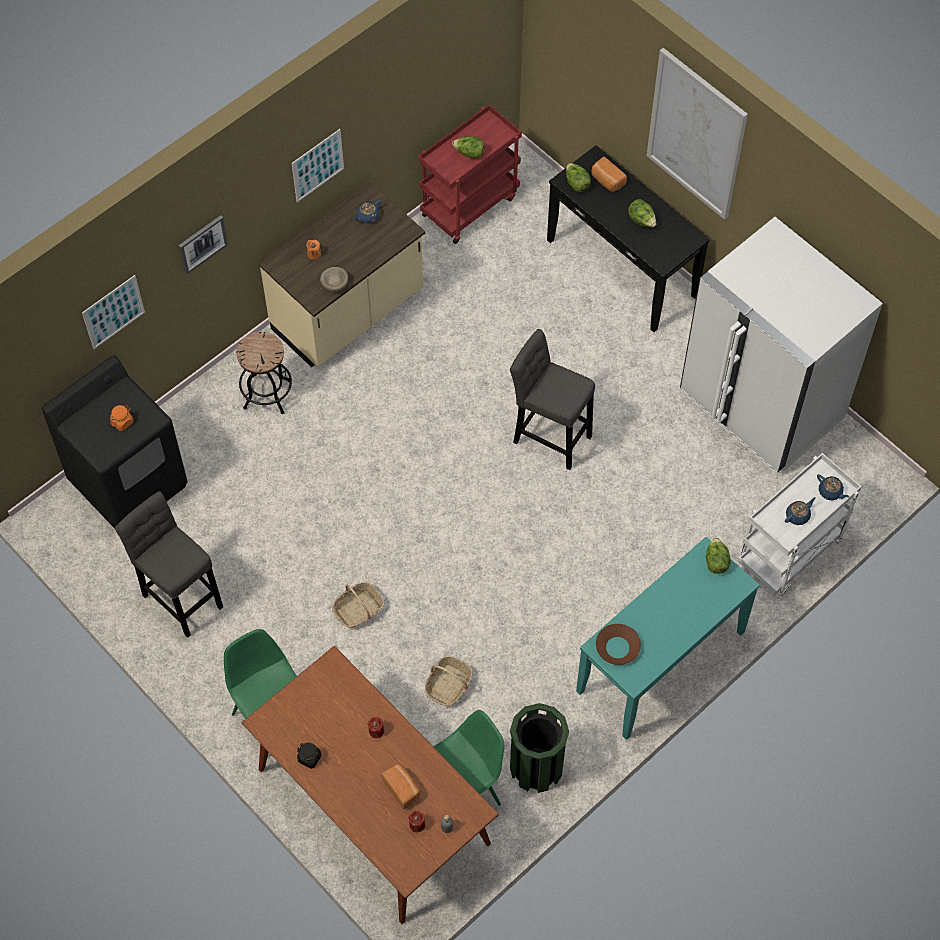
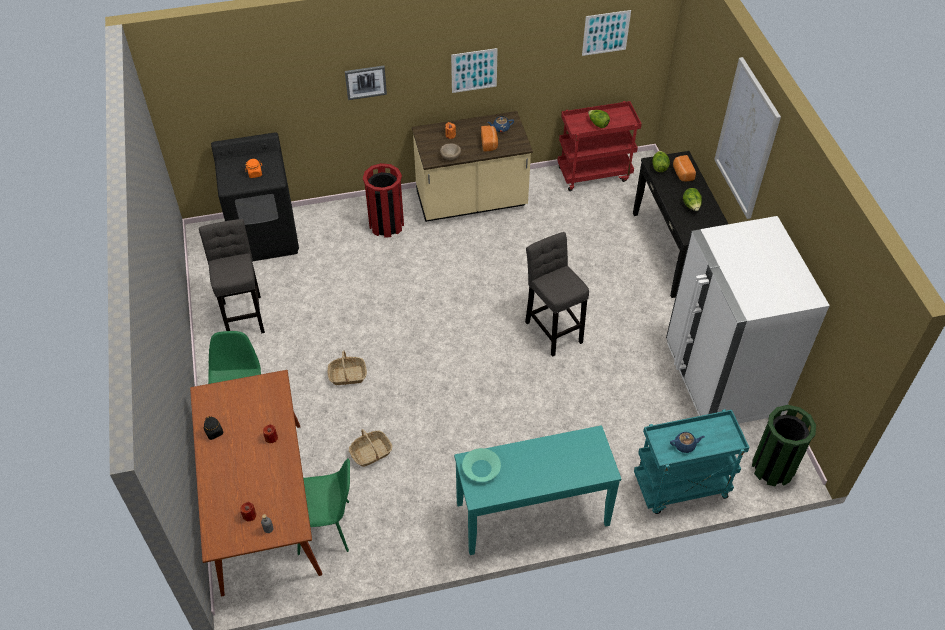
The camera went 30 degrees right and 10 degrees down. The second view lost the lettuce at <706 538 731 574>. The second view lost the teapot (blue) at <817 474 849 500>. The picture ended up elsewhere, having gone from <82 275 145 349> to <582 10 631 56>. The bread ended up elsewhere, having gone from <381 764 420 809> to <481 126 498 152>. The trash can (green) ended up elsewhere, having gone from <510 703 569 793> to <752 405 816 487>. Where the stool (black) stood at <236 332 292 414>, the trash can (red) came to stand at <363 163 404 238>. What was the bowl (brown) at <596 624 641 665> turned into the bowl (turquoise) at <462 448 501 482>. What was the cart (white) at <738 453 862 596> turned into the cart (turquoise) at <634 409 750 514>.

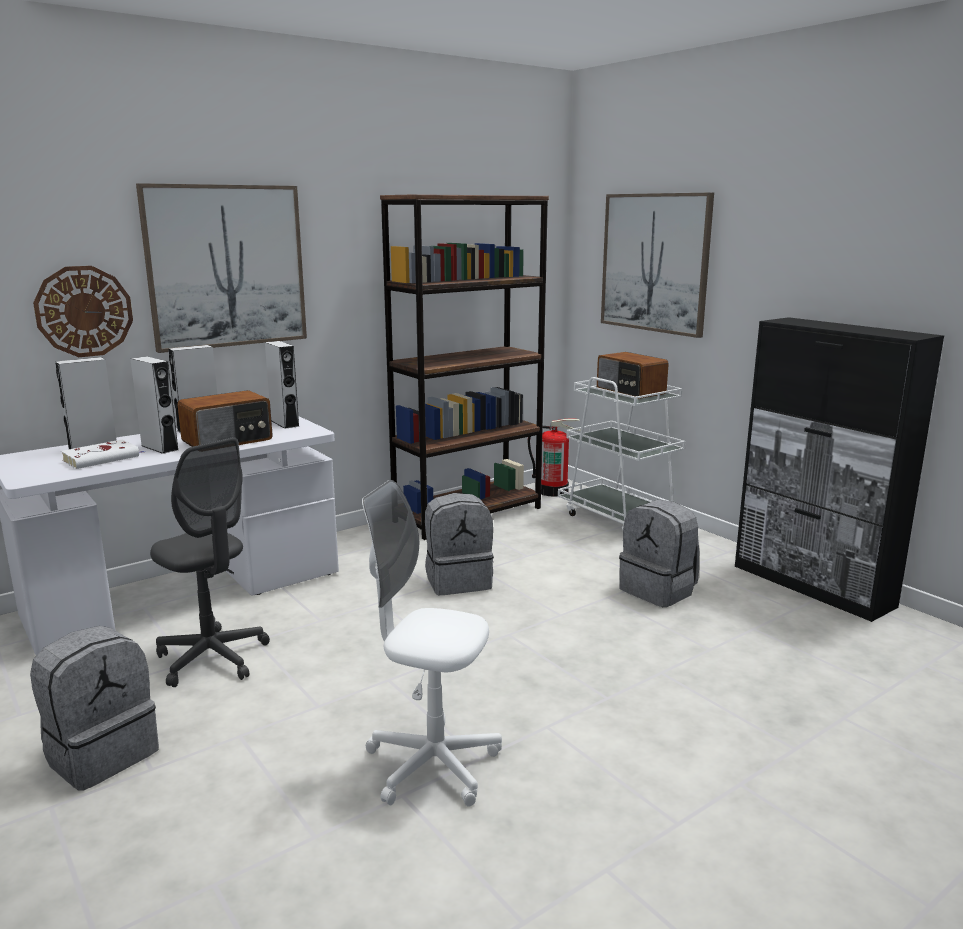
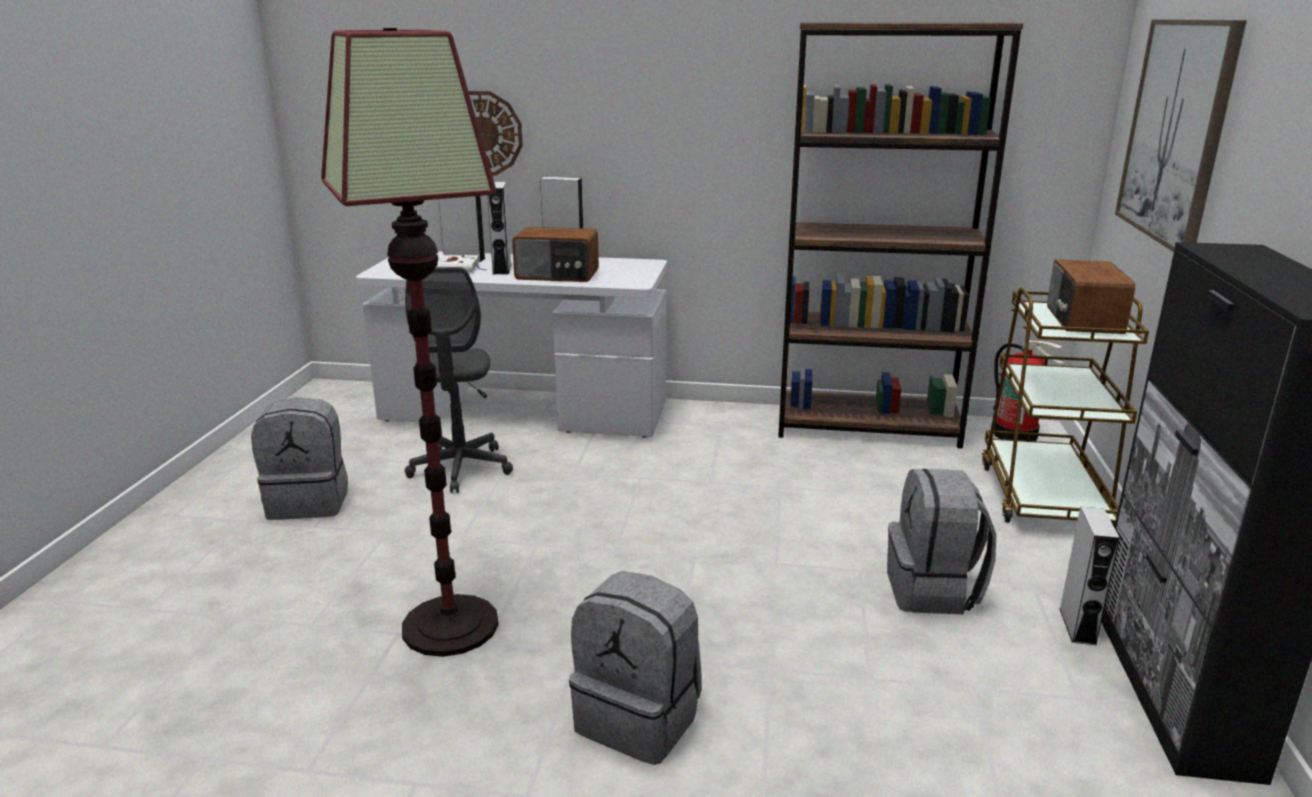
The camera went 45 degrees right and 5 degrees up. The second view lost the picture at <136 183 307 353>. The speaker (grey) ended up elsewhere, having gone from <265 341 300 429> to <1059 507 1120 645>. The backpack (grey) ended up elsewhere, having gone from <425 493 494 595> to <569 571 702 765>. Where the office chair (white) stood at <362 480 502 806>, the floor lamp came to stand at <321 28 499 657>. What was the cart (white) at <558 377 689 530> turned into the cart (brown) at <982 287 1149 526>.

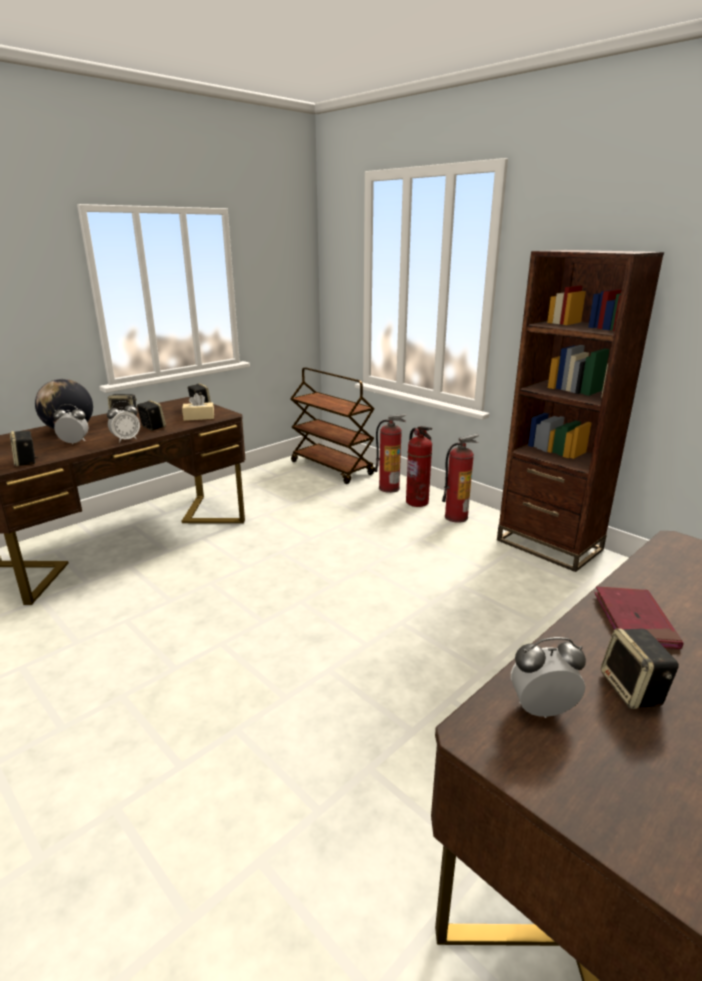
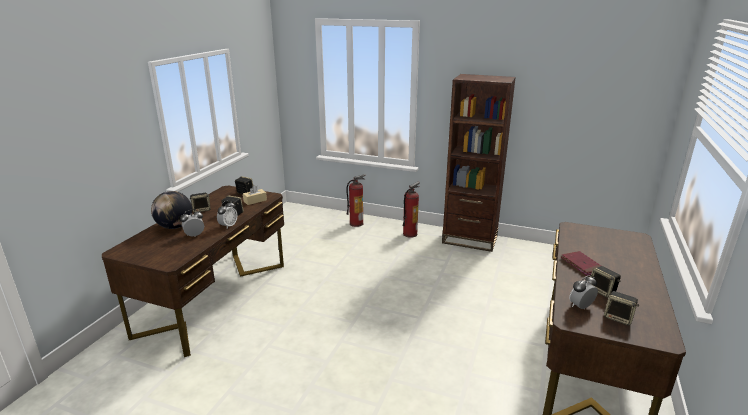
The camera went 25 degrees left and 0 degrees up. The second view lost the cart (brown) at <290 367 375 484>. The second view lost the fire extinguisher at <406 426 432 507>. The speaker ended up elsewhere, having gone from <10 431 39 466> to <604 291 639 326>.

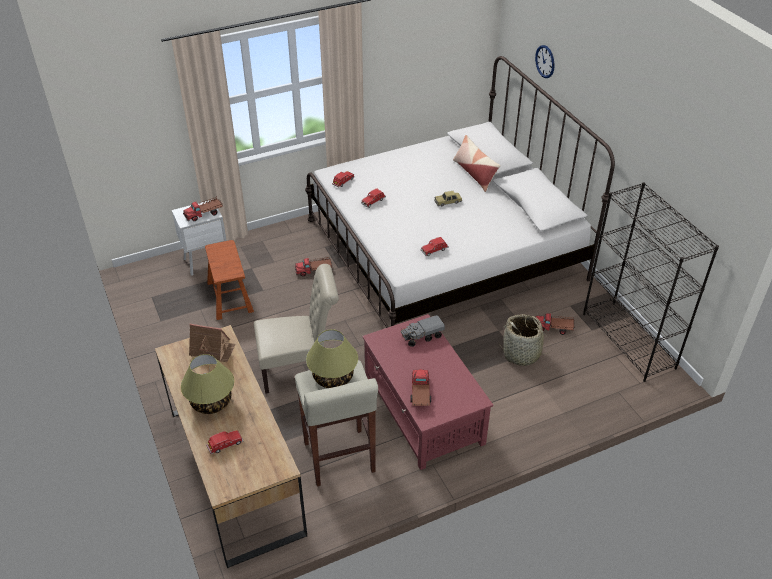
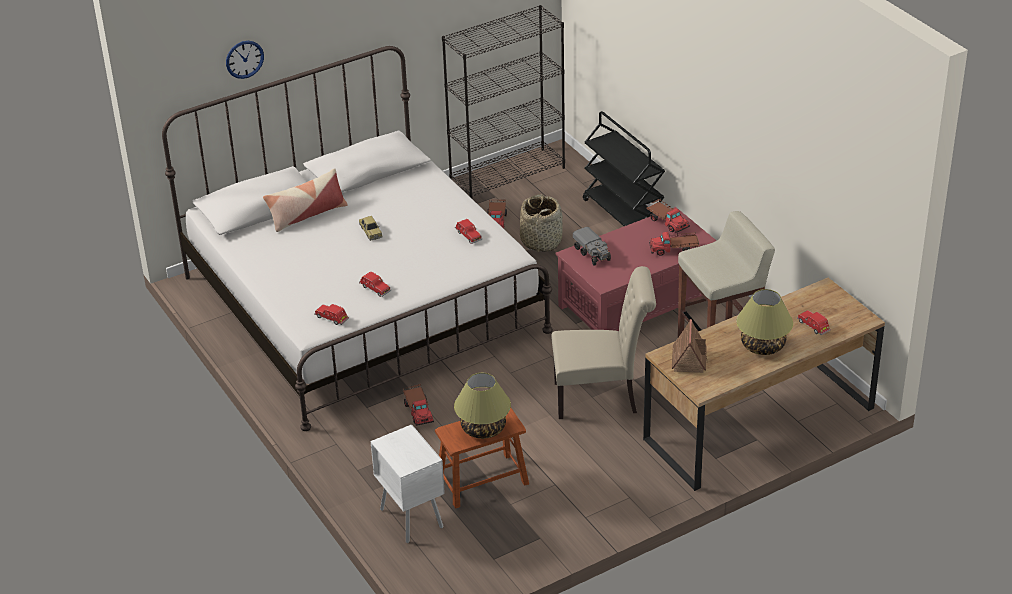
The camera went 95 degrees left and 5 degrees down. The second view gained the cart (black) at <583 111 665 226>. The toy truck ended up elsewhere, having gone from <183 197 223 221> to <646 199 690 233>. The table lamp ended up elsewhere, having gone from <306 329 358 388> to <454 373 511 439>. The chair (beige) at <254 264 339 394> ended up facing another way, 105 degrees clockwise from before.

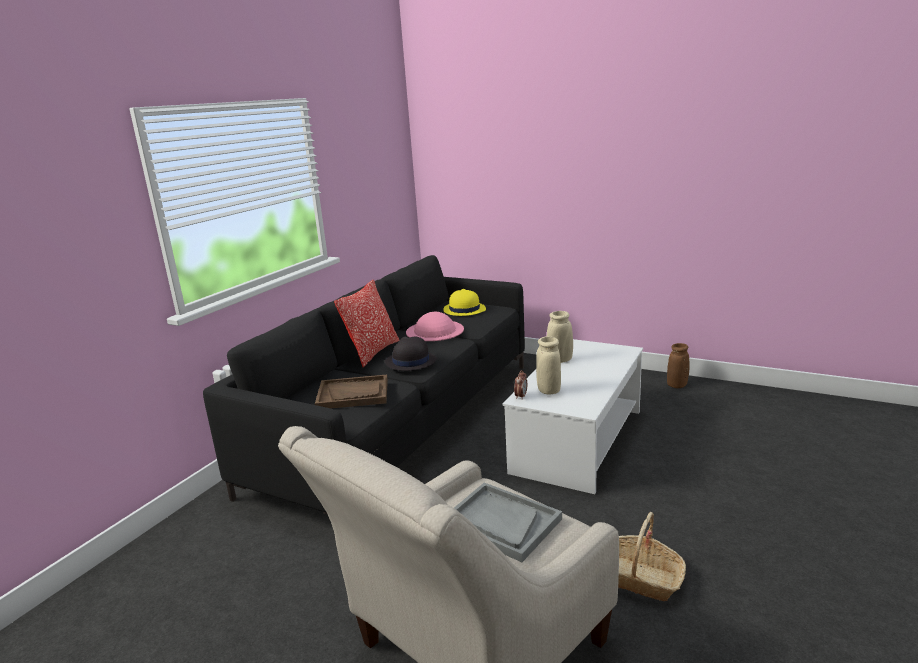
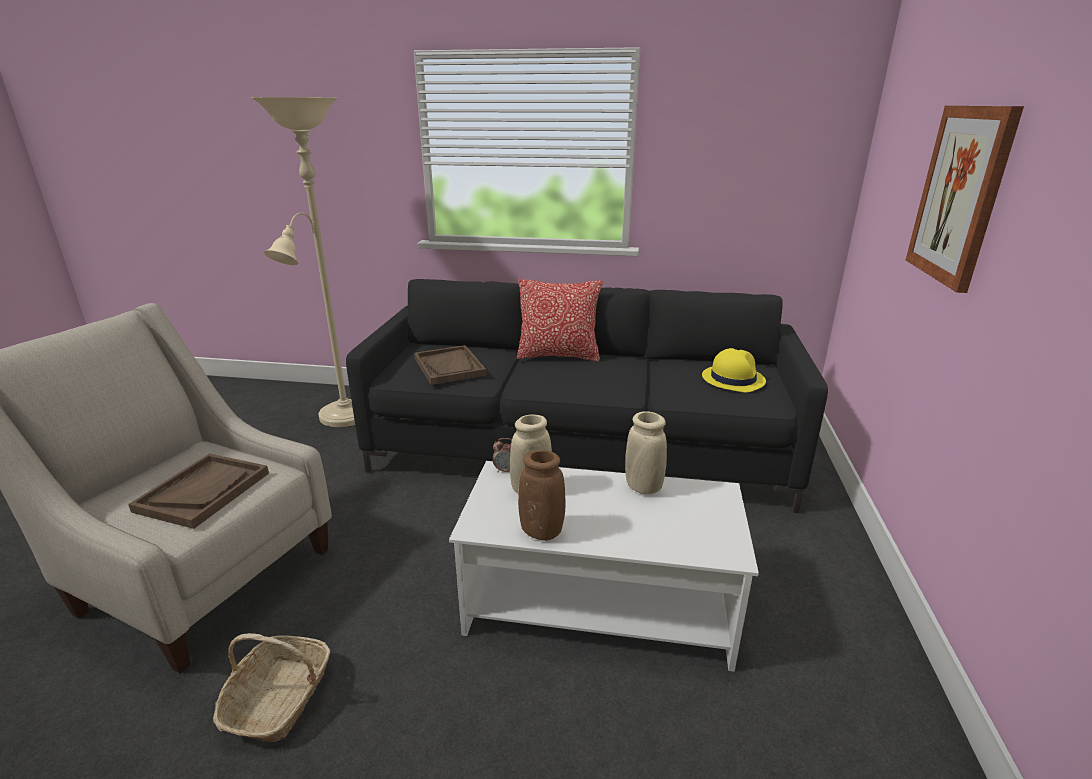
The camera went 70 degrees right and 5 degrees up. The second view lost the hat (black) at <385 337 437 371>. The second view lost the hat (pink) at <406 312 464 341>. The second view gained the floor lamp (beige) at <251 97 355 427>. The second view gained the picture at <906 106 1024 293>. The vase (brown) ended up elsewhere, having gone from <667 343 689 388> to <518 450 565 541>. What was the tray (grey) at <454 483 562 562> turned into the tray (brown) at <128 453 269 529>.

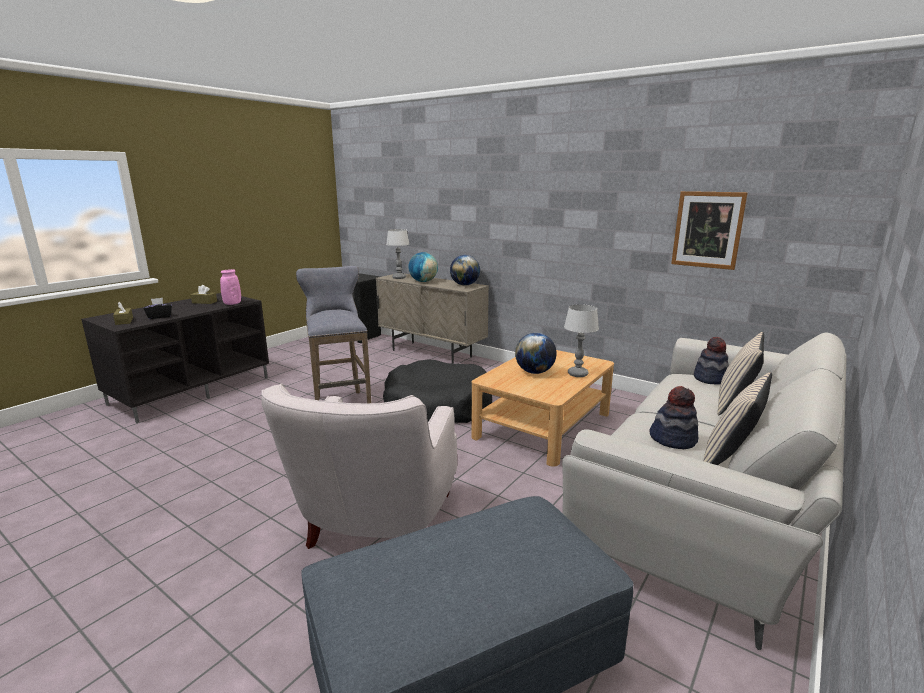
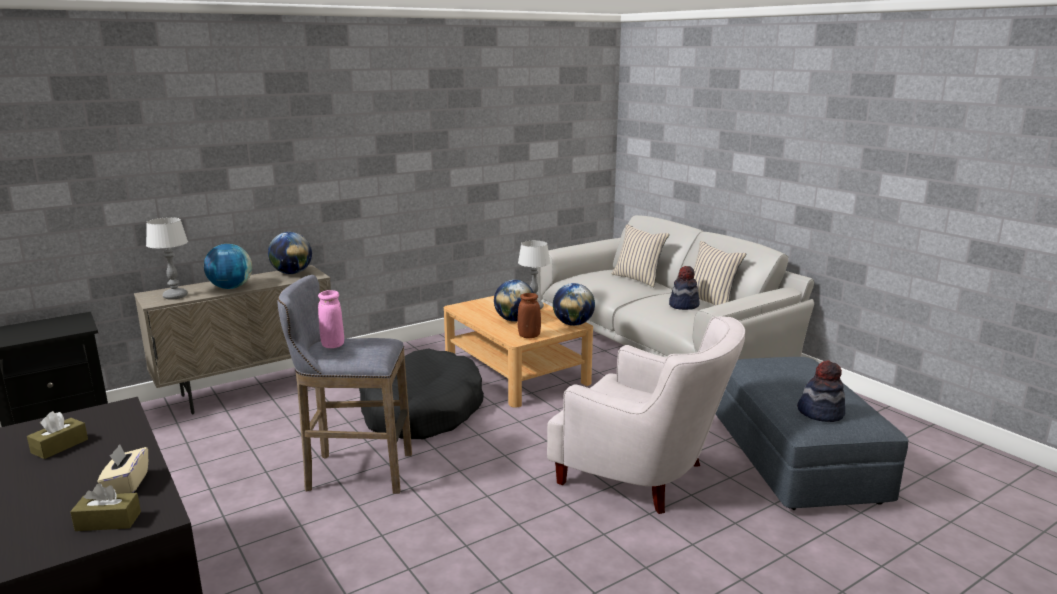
The camera went 70 degrees left and 0 degrees up. The second view lost the picture at <671 191 748 270>. The second view gained the vase (brown) at <517 293 541 338>. The second view gained the globe at <553 283 595 326>. The vase (pink) ended up elsewhere, having gone from <220 269 241 305> to <318 290 344 348>. The hat ended up elsewhere, having gone from <694 337 729 385> to <797 360 845 422>. What was the tissue box (black) at <143 298 172 319> turned into the tissue box (beige) at <98 444 148 494>.

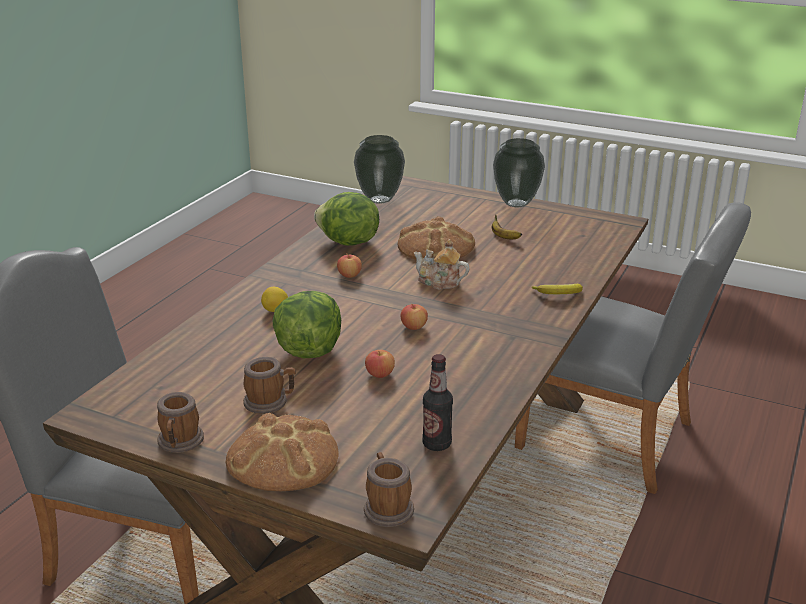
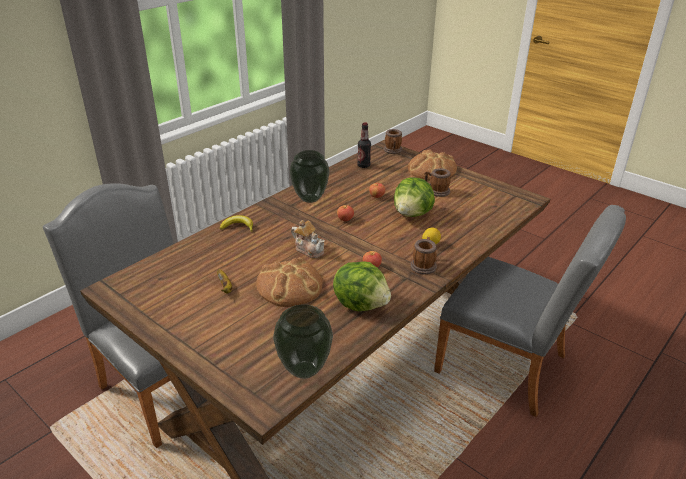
The camera went 165 degrees left and 5 degrees up. The mug ended up elsewhere, having gone from <157 392 204 453> to <410 237 437 275>. The vase ended up elsewhere, having gone from <493 138 545 207> to <290 150 329 203>.

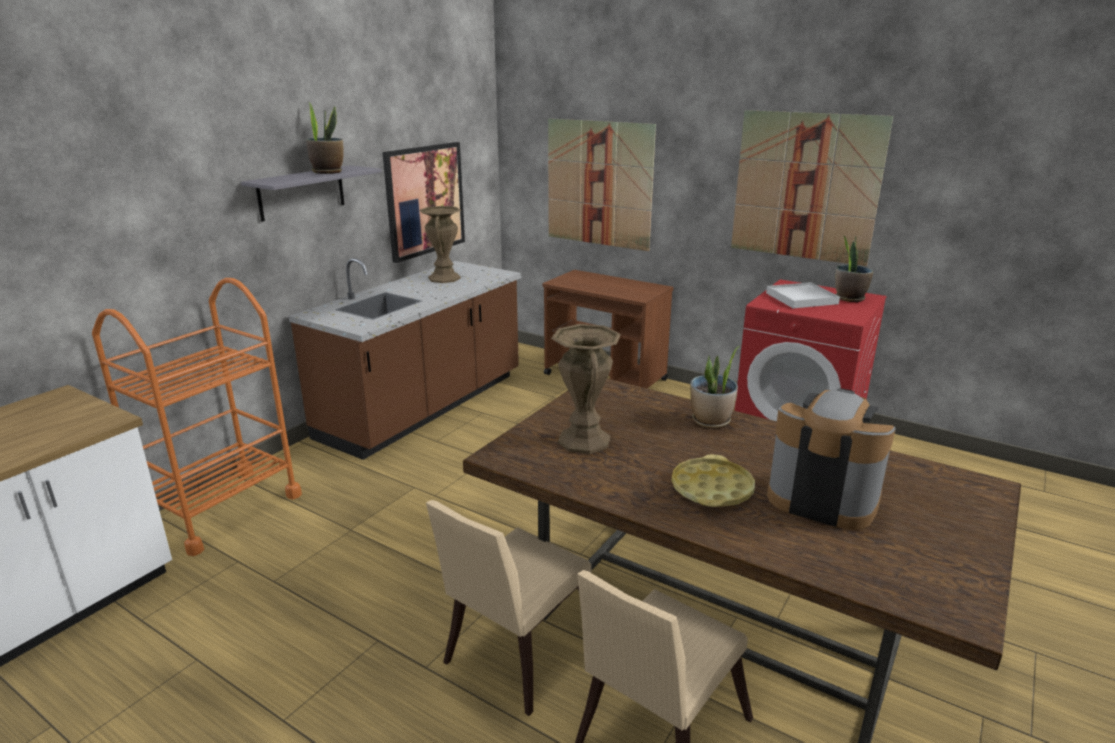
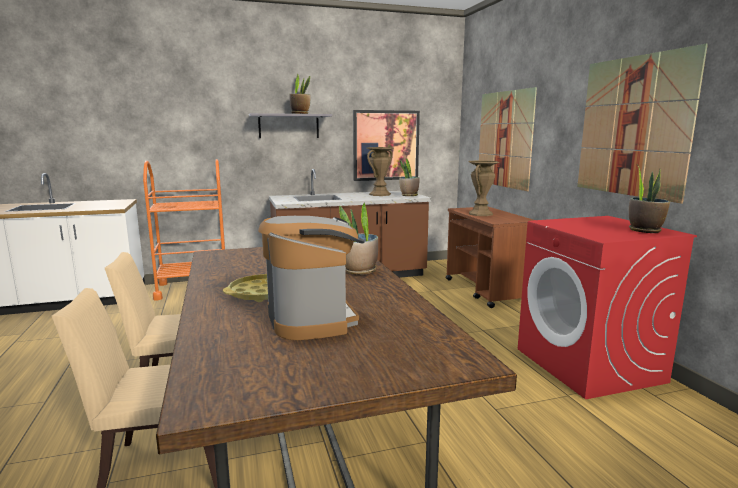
The camera went 40 degrees right and 10 degrees down. The second view lost the tray (white) at <766 282 840 308>. The second view gained the potted plant at <399 158 420 196>. The vase (brown) ended up elsewhere, having gone from <551 324 621 454> to <469 160 499 216>.

